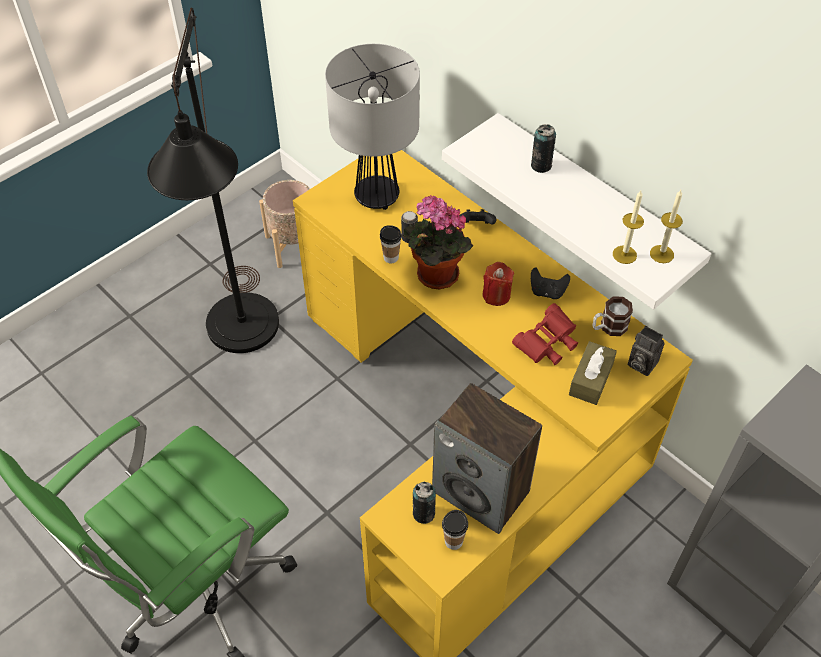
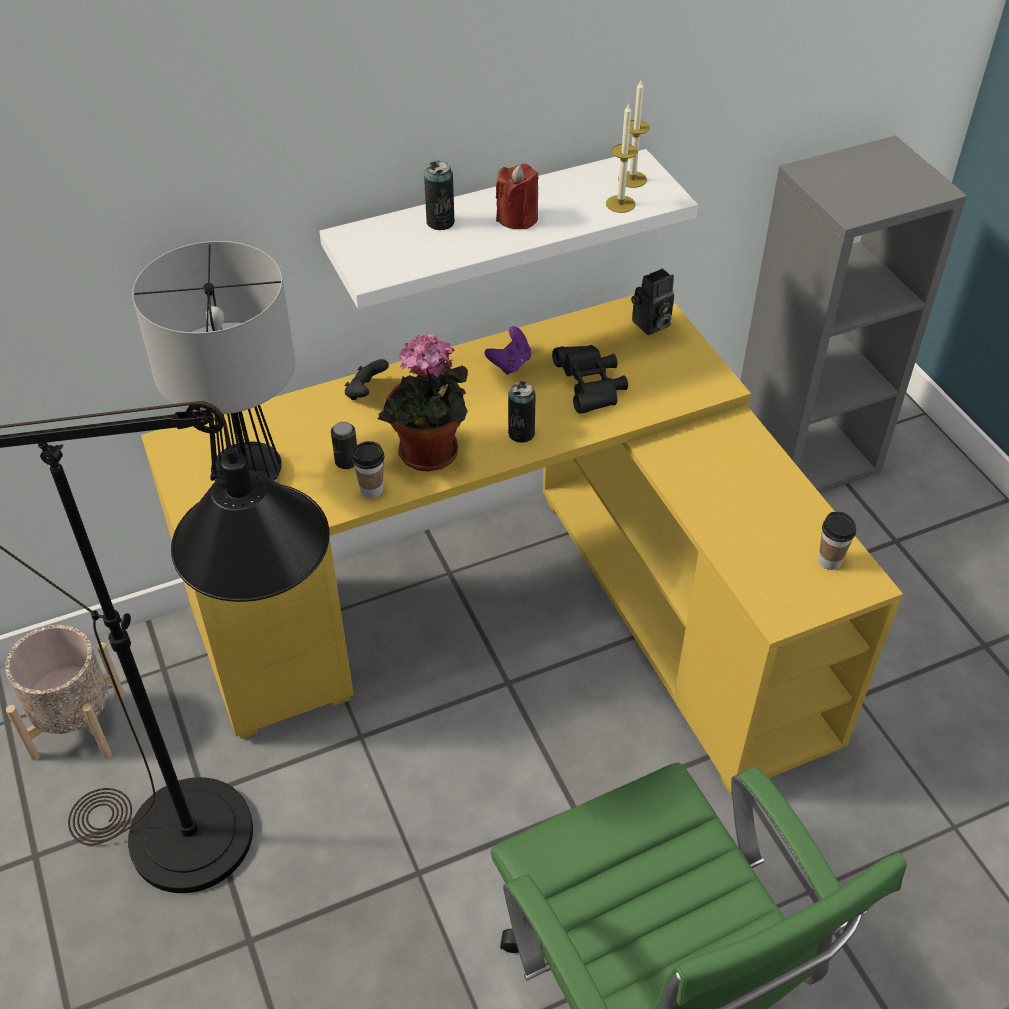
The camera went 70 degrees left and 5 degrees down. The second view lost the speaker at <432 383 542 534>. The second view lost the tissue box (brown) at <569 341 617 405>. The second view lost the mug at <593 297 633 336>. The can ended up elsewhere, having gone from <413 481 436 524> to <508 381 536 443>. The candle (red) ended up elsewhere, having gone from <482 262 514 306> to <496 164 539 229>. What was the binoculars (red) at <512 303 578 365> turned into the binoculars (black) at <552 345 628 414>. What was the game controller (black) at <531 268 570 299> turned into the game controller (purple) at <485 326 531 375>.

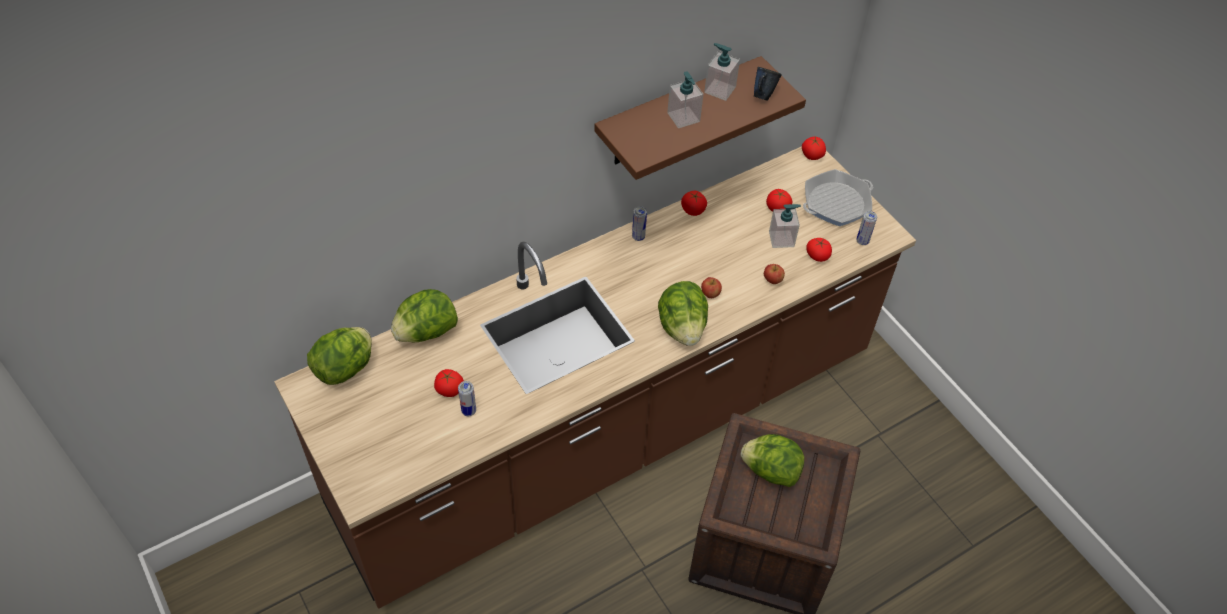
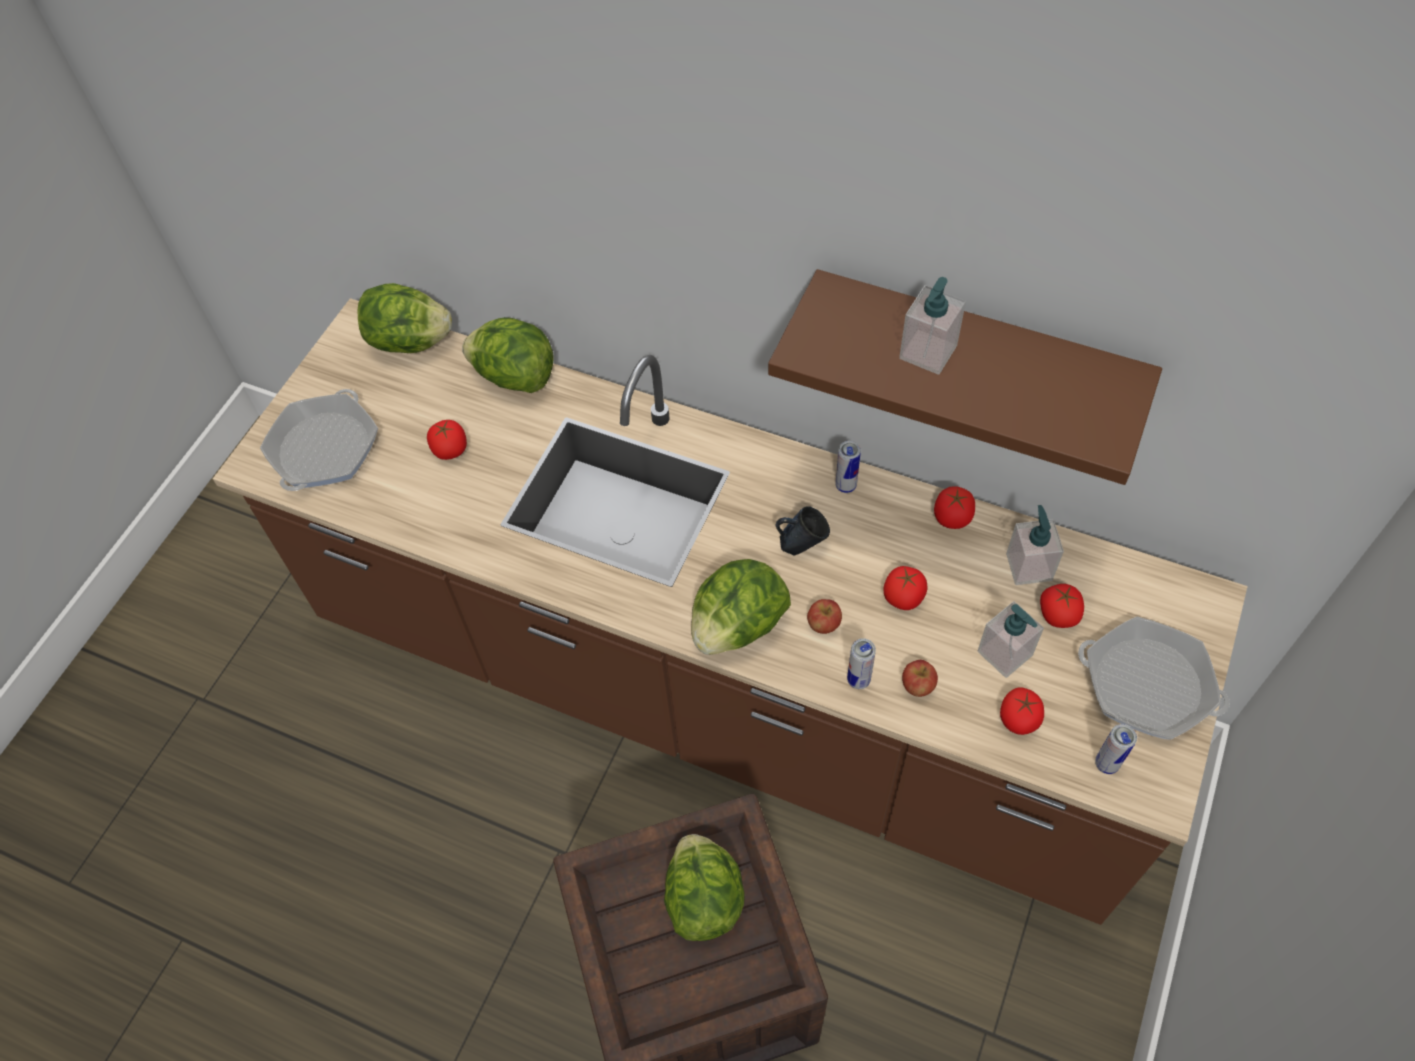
The camera went 60 degrees right and 5 degrees up. The second view gained the frying pan at <260 389 378 491>. The can ended up elsewhere, having gone from <458 381 476 416> to <847 638 876 689>. The soap dispenser ended up elsewhere, having gone from <704 43 740 101> to <1006 505 1064 585>. The mug (blue) ended up elsewhere, having gone from <754 67 782 100> to <776 506 830 556>. The tomato ended up elsewhere, having gone from <802 136 826 160> to <884 566 927 610>.

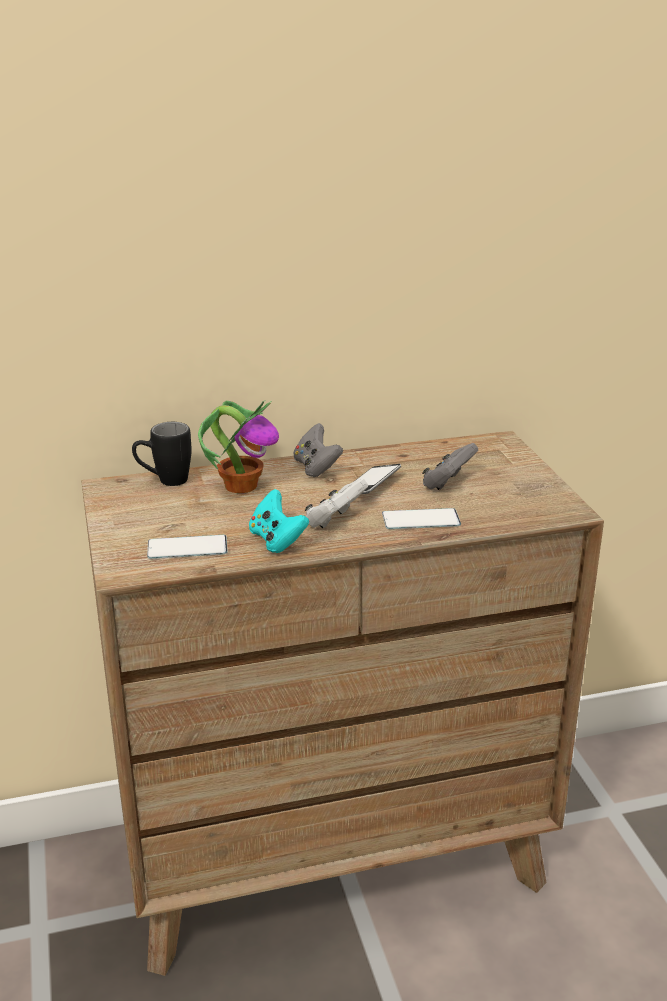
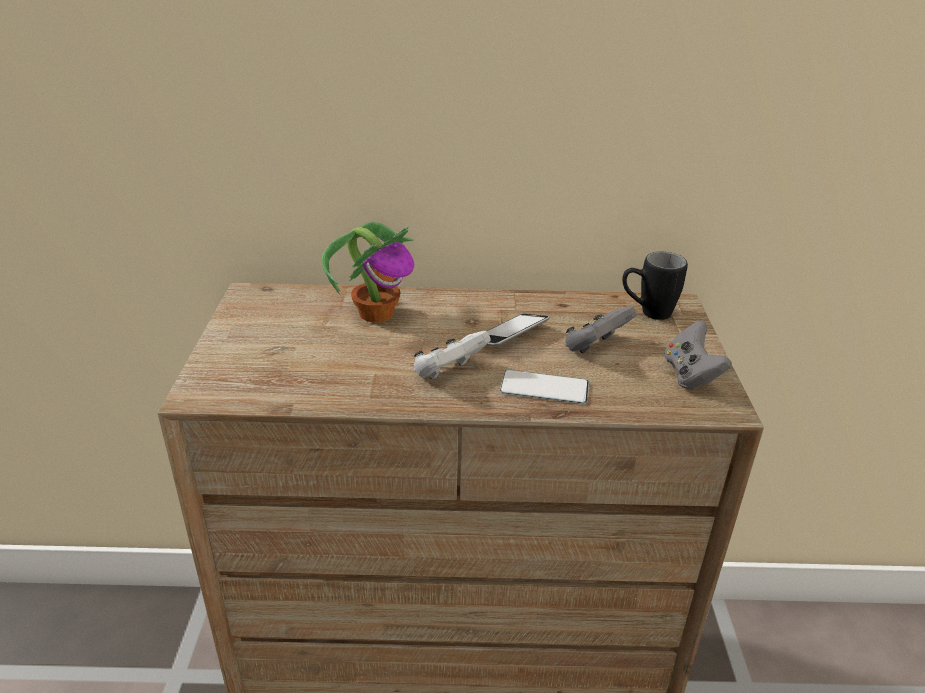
The camera went 15 degrees right and 5 degrees up. The second view lost the phone at <147 535 228 559>. The second view lost the game controller (turquoise) at <249 489 309 553>. The mug (black) ended up elsewhere, having gone from <132 422 191 486> to <622 252 688 320>. The game controller (grey) ended up elsewhere, having gone from <293 423 343 477> to <664 320 732 389>.

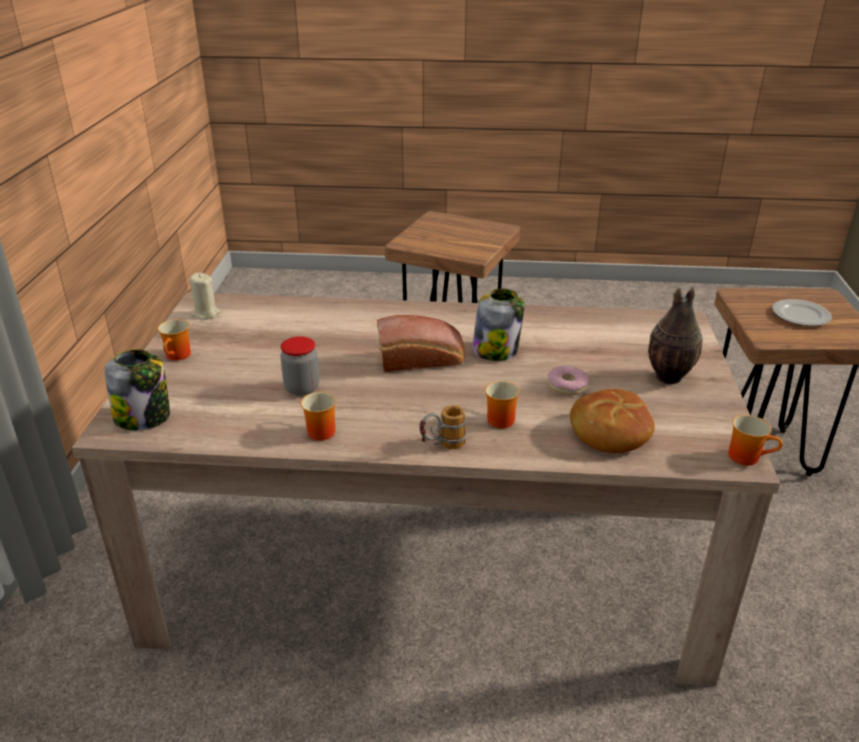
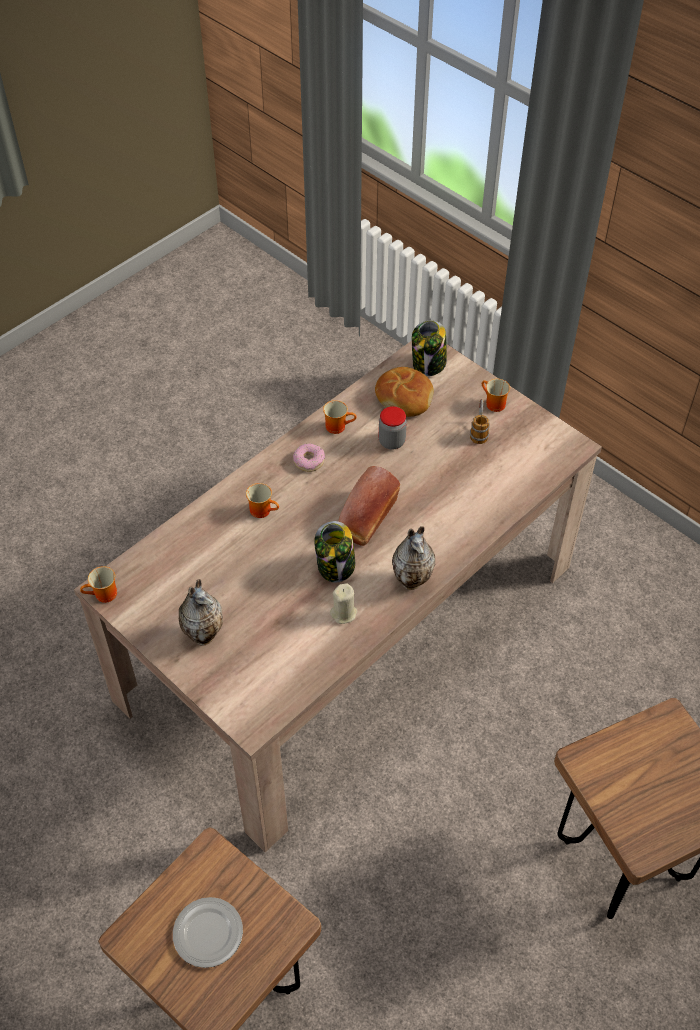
The camera went 130 degrees right and 20 degrees up. The second view gained the vase at <392 526 435 590>. The candle (beige) ended up elsewhere, having gone from <189 273 220 320> to <330 583 357 624>. The mug ended up elsewhere, having gone from <420 405 467 450> to <470 399 490 444>. The donut ended up elsewhere, having gone from <548 365 589 395> to <293 443 325 472>. The bread ended up elsewhere, having gone from <570 389 655 453> to <375 367 434 417>.

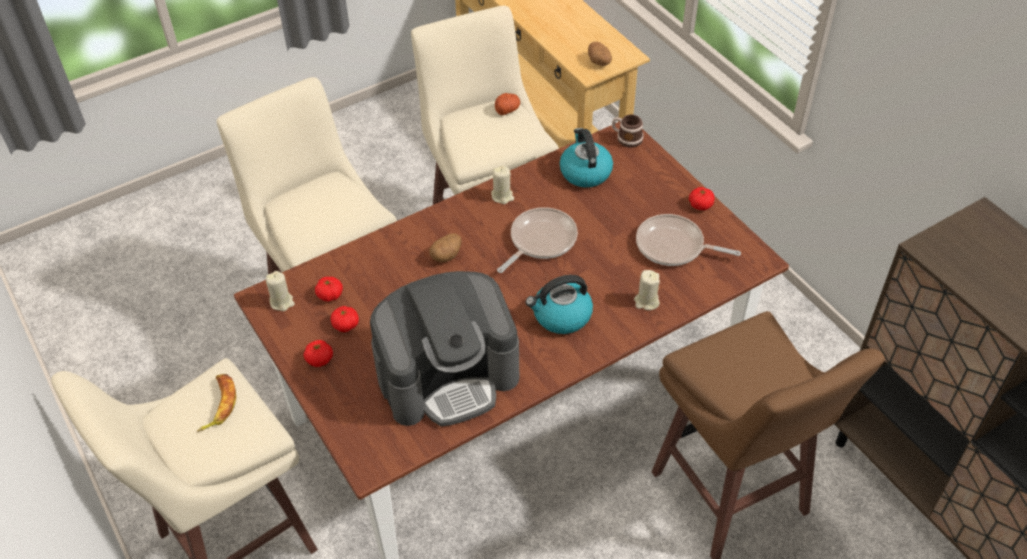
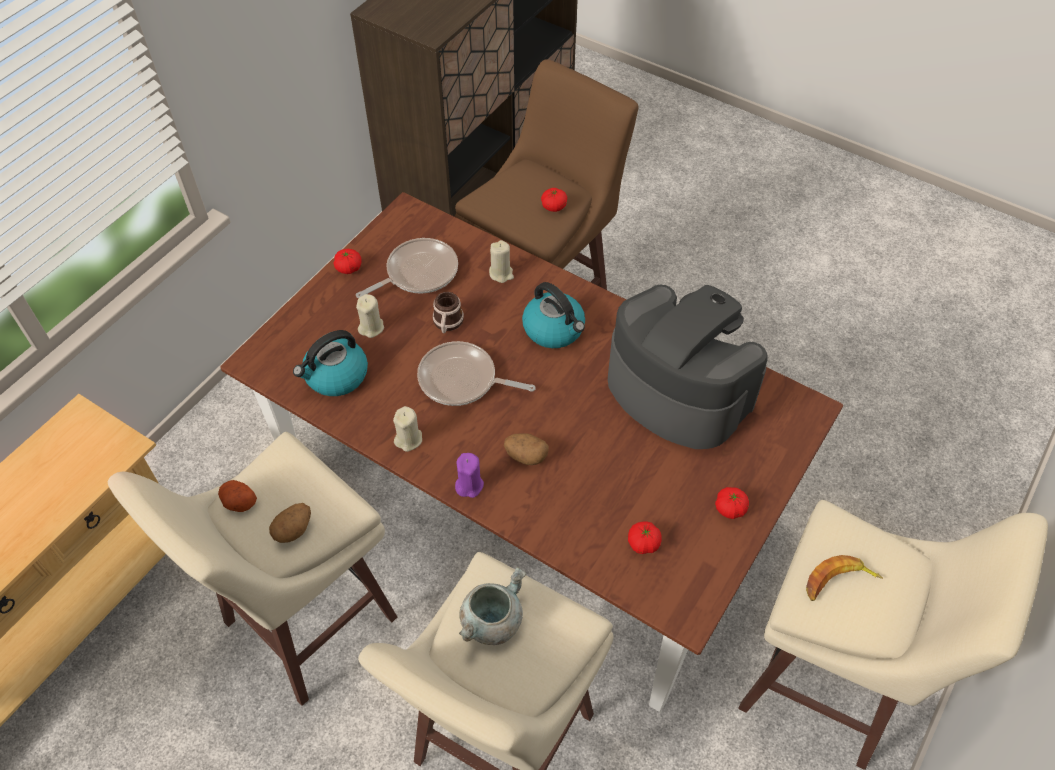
The camera went 115 degrees left and 5 degrees up. The second view gained the candle (purple) at <455 453 484 498>. The second view gained the cooking pot (grey) at <459 567 526 645>. The candle (beige) ended up elsewhere, having gone from <266 271 295 311> to <356 294 384 338>. The tomato ended up elsewhere, having gone from <330 306 359 332> to <541 188 567 212>. The potato ended up elsewhere, having gone from <588 42 612 66> to <269 503 311 543>. The mug ended up elsewhere, having gone from <612 115 644 148> to <433 292 464 333>. The frying pan at <636 214 741 266> ended up facing another way, 120 degrees counterclockwise from before.

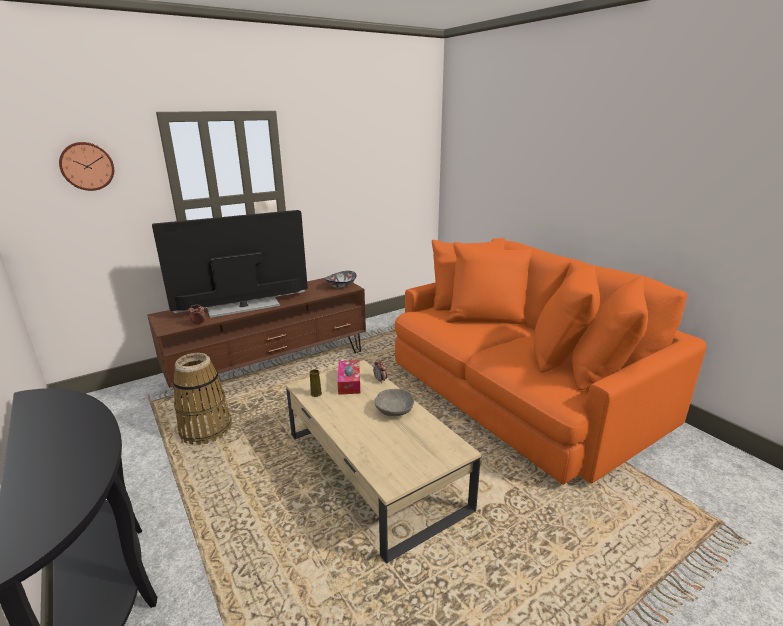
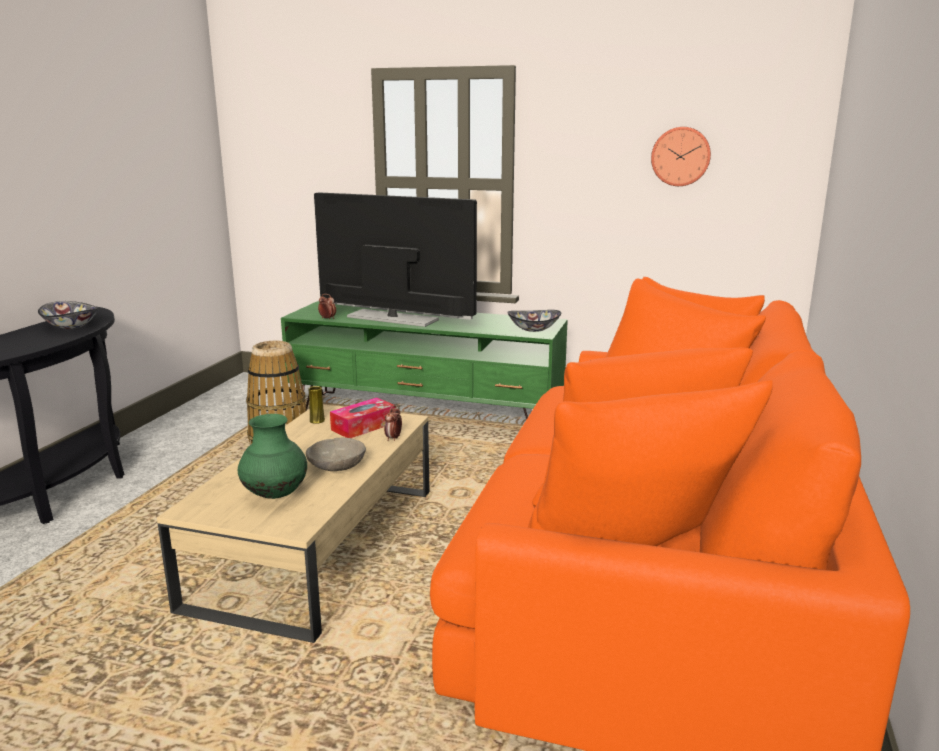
The camera went 50 degrees right and 5 degrees down. The second view gained the bowl at <38 301 98 329>. The second view gained the vase (green) at <238 414 307 499>. The wall clock ended up elsewhere, having gone from <59 142 114 191> to <651 127 711 186>. What was the tv stand (brown) at <147 278 366 402> turned into the tv stand (green) at <281 301 568 420>.

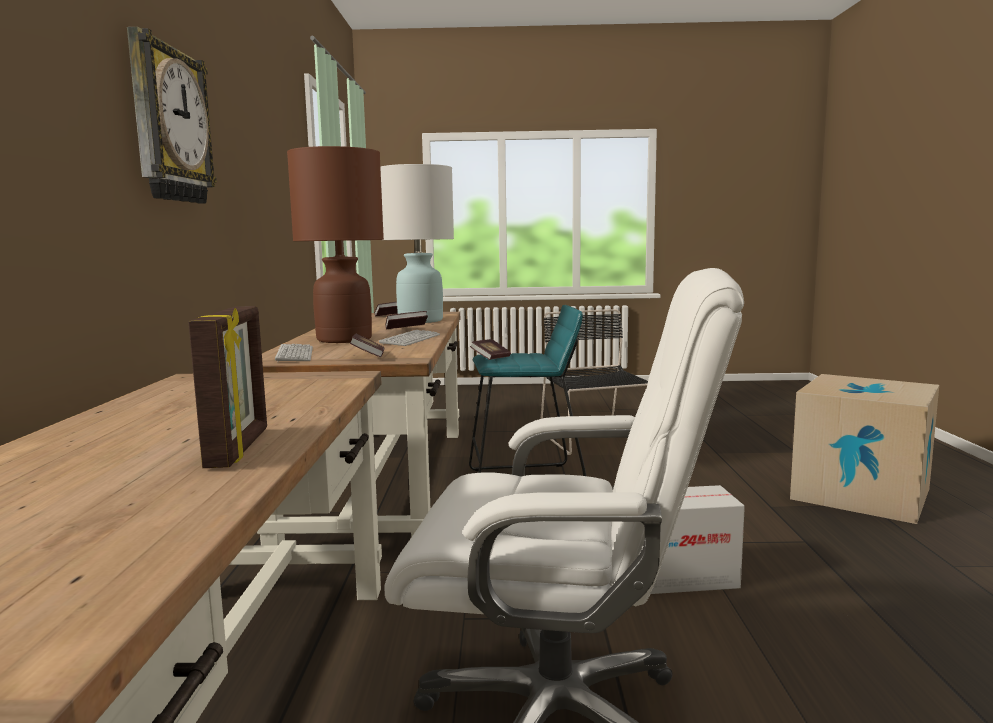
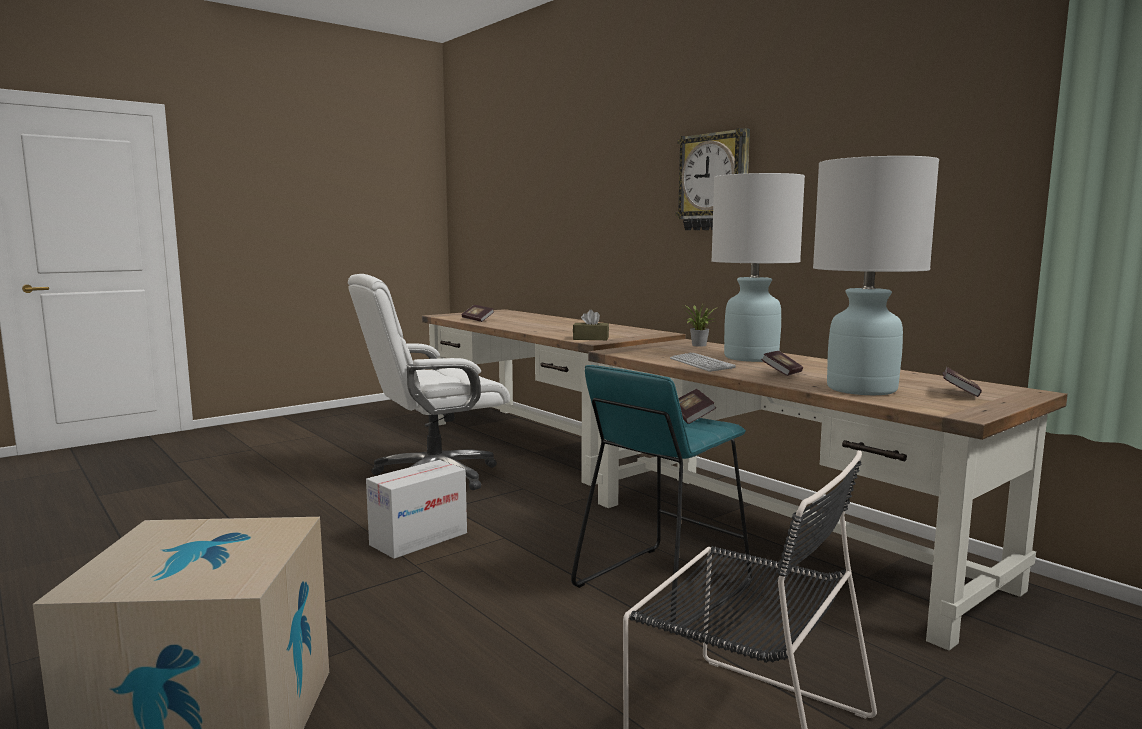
The camera went 140 degrees right and 0 degrees up. The second view lost the picture frame at <188 306 267 468>. The second view gained the tissue box (brown) at <573 310 609 340>. The book ended up elsewhere, having gone from <350 334 385 357> to <461 305 494 322>. Where the keyboard stood at <275 344 313 361>, the potted plant came to stand at <684 302 716 347>. What was the table lamp (brown) at <287 146 384 343> turned into the table lamp (white) at <711 173 805 362>.

